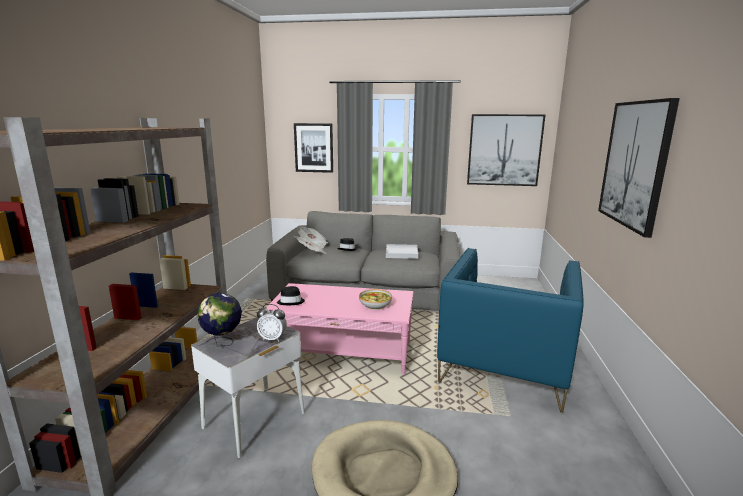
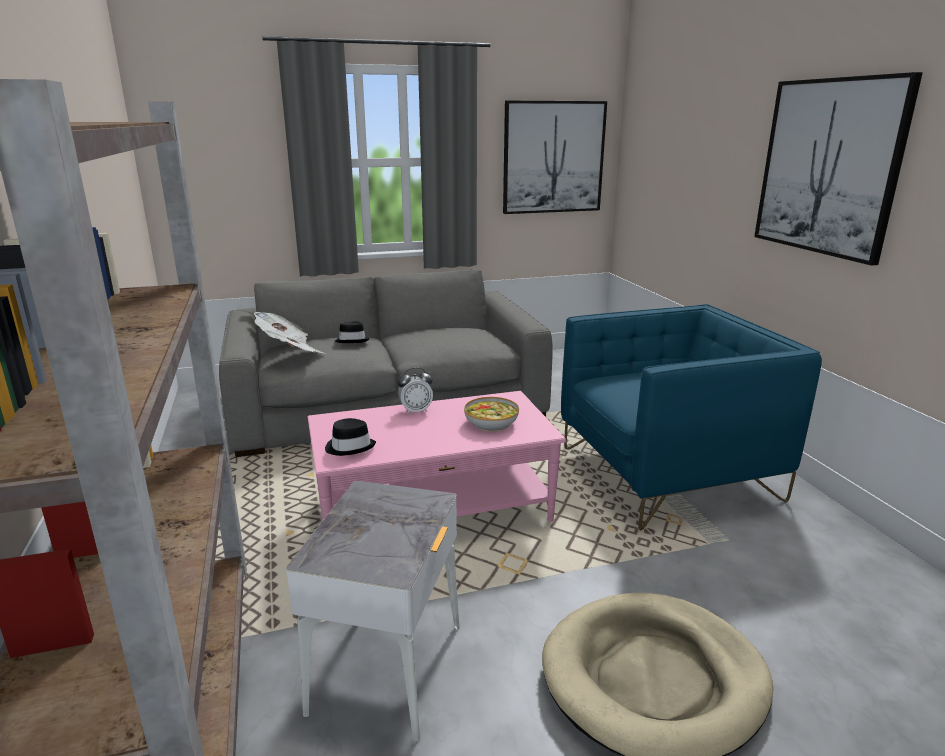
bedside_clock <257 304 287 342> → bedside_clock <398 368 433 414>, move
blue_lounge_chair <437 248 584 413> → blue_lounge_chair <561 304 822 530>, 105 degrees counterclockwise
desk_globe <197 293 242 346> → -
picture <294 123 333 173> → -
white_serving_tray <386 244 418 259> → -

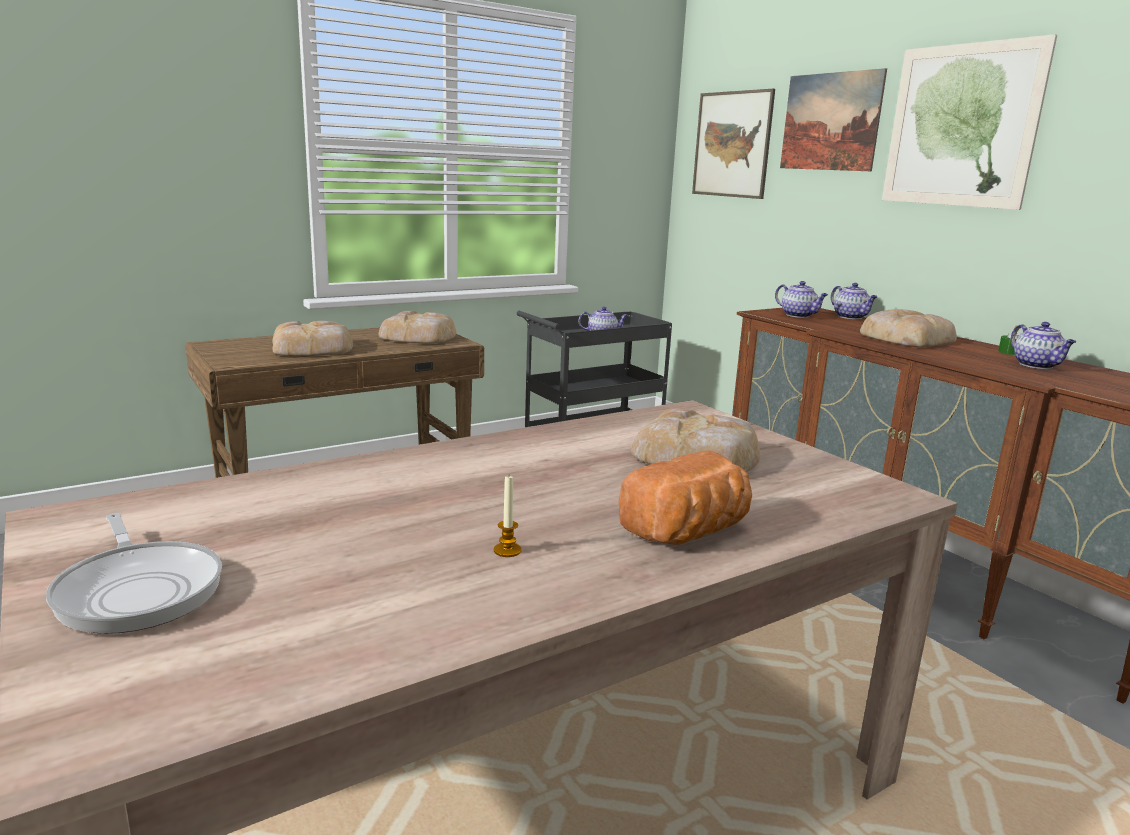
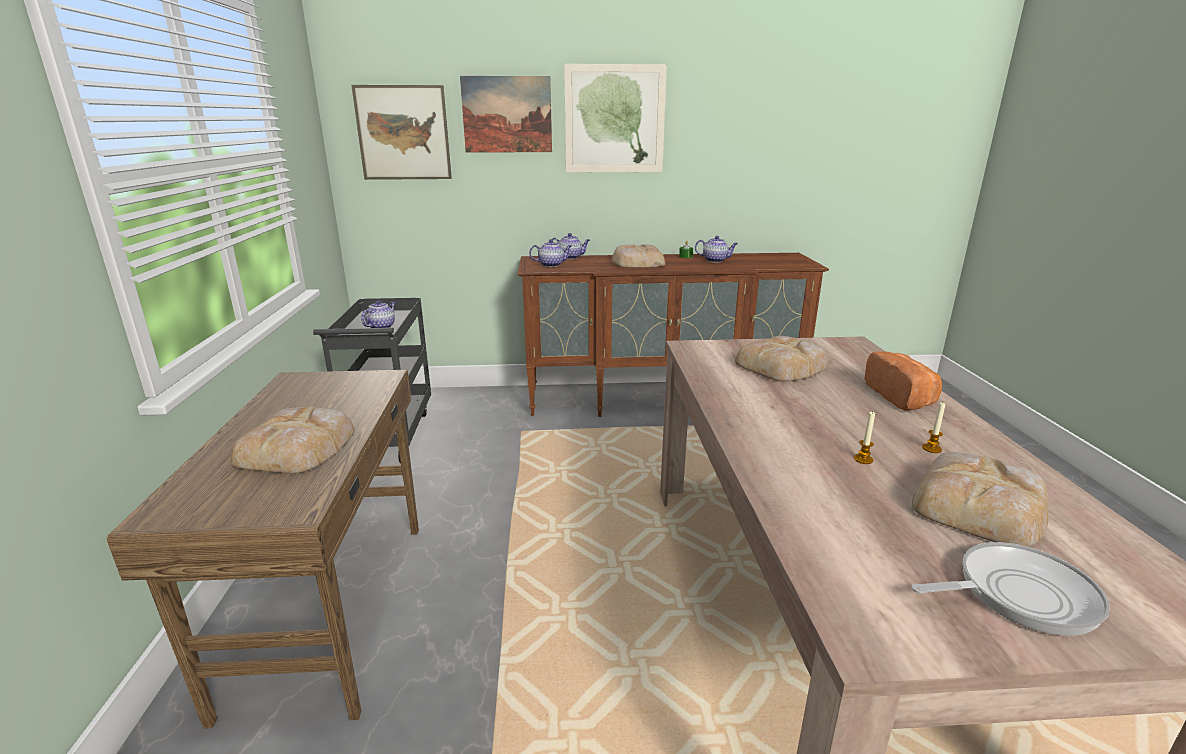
- → wax_candle <854 411 875 464>
bakery_bread <378 311 456 344> → bakery_bread <912 452 1048 547>, move

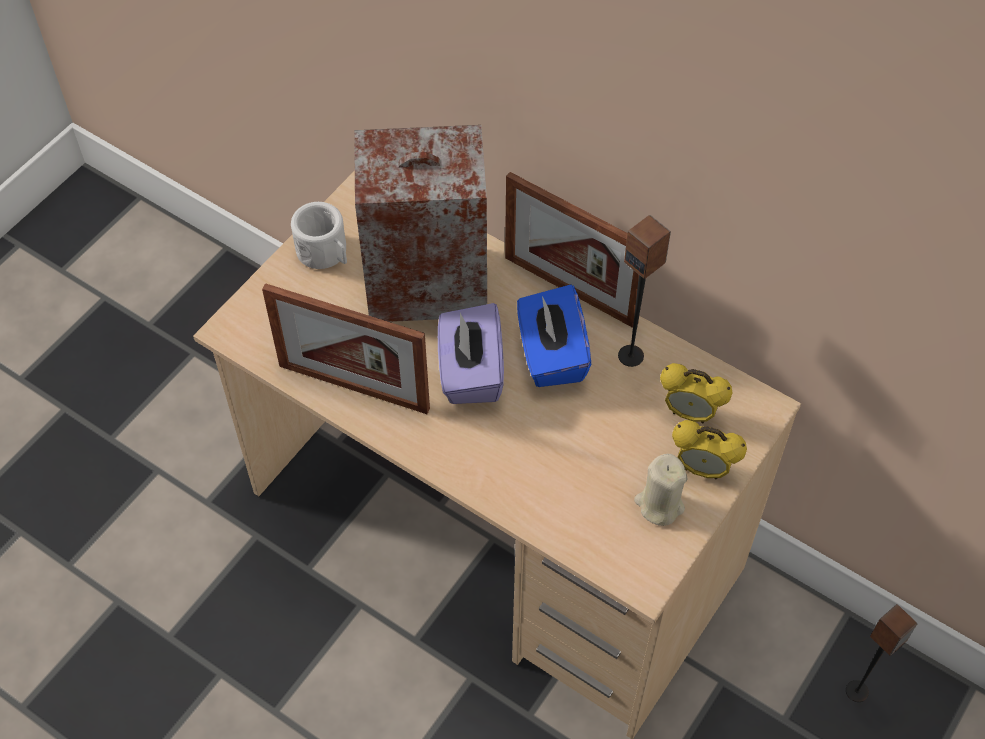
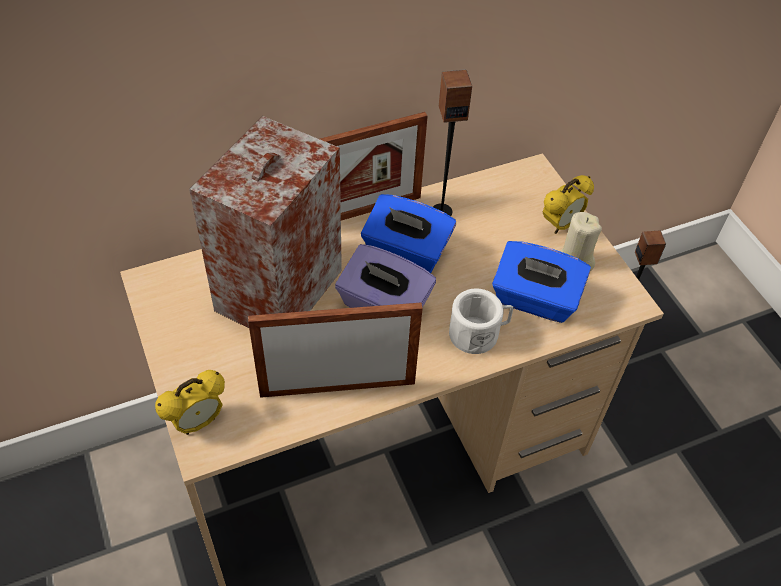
bedside_clock <660 363 733 423> → bedside_clock <155 370 225 435>, move
picture_frame <262 283 430 414> → picture_frame <248 303 423 398>, 150 degrees counterclockwise
white_coffee_mug <291 202 347 269> → white_coffee_mug <449 288 513 354>, move
- → blue_box_of_tissues <492 241 591 323>

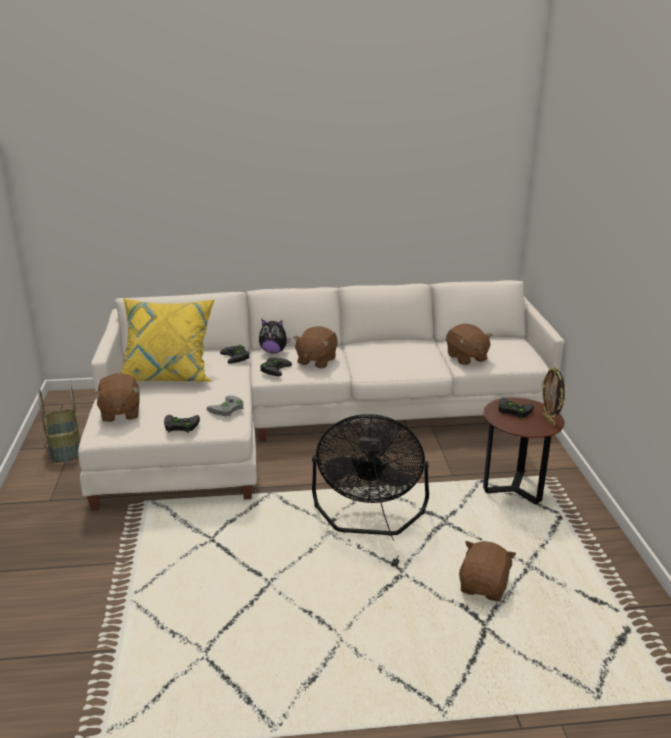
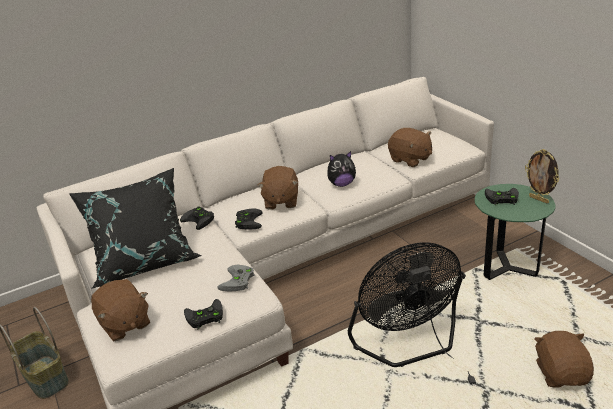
yellow-coloured_cushion <120 298 215 382> → black-coloured_cushion <69 168 202 289>
soft_toy <259 319 291 354> → soft_toy <327 151 356 187>, move
brown_side_table <483 398 565 504> → green_side_table <475 184 556 280>

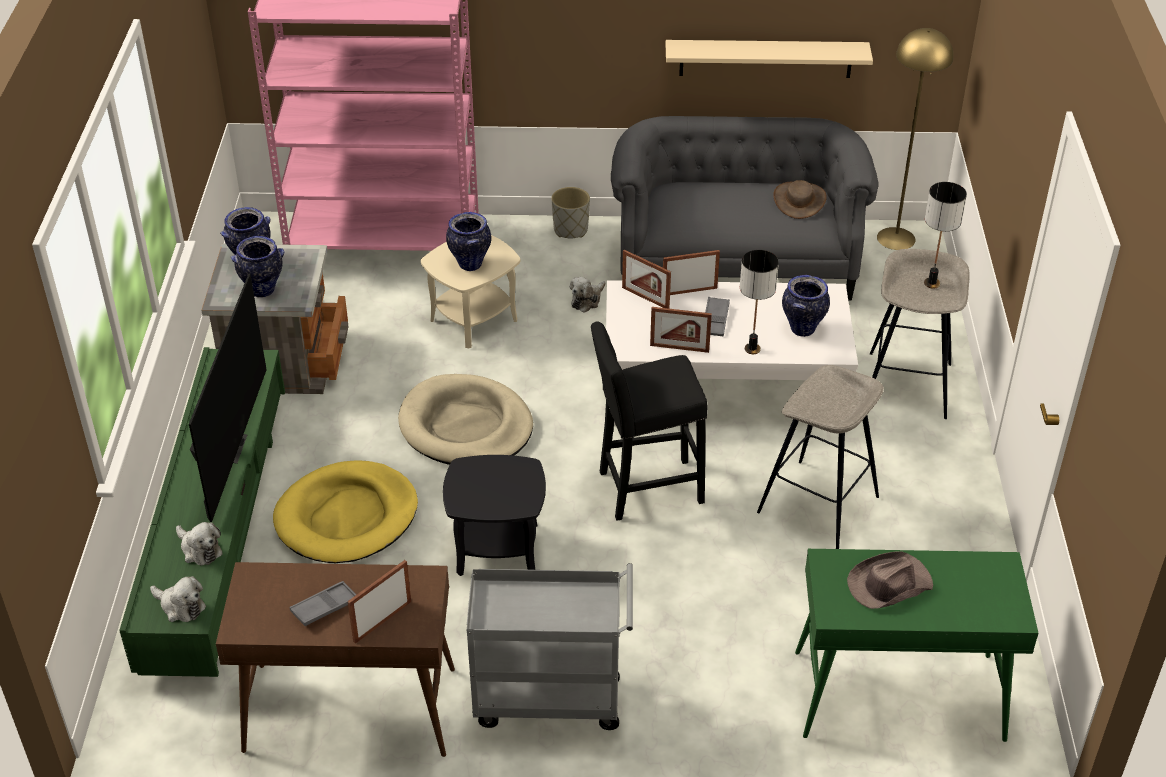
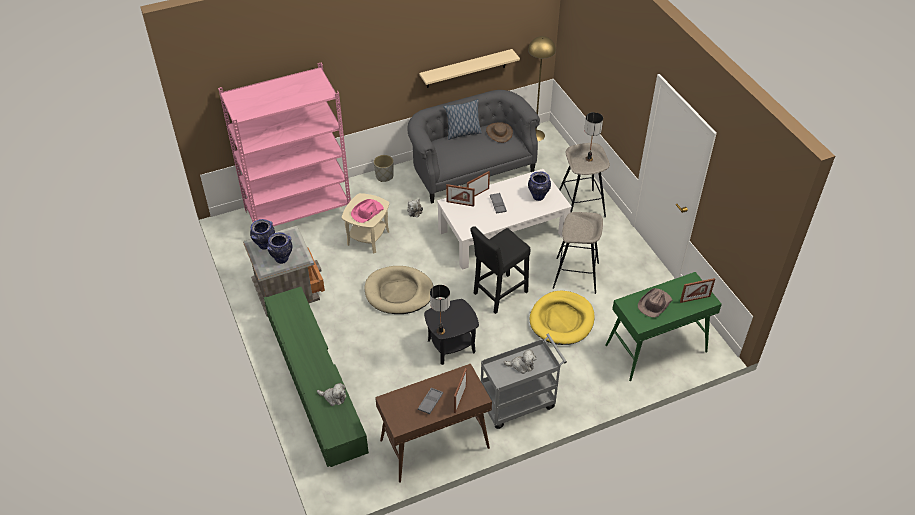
flower_vase <446 212 492 271> → pink_wearable_hat <351 199 384 223>
tabletop_lamp <740 250 779 354> → tabletop_lamp <430 285 450 335>, move
- → cushion <444 99 482 140>
soft_toy <150 576 206 622> → soft_toy <504 349 536 374>, move
yellow-coloured_dog_bed <273 460 418 563> → yellow-coloured_dog_bed <530 290 595 345>, move
picture_frame <650 307 712 353> → picture_frame <680 278 715 303>, move
television <189 274 267 522> → -

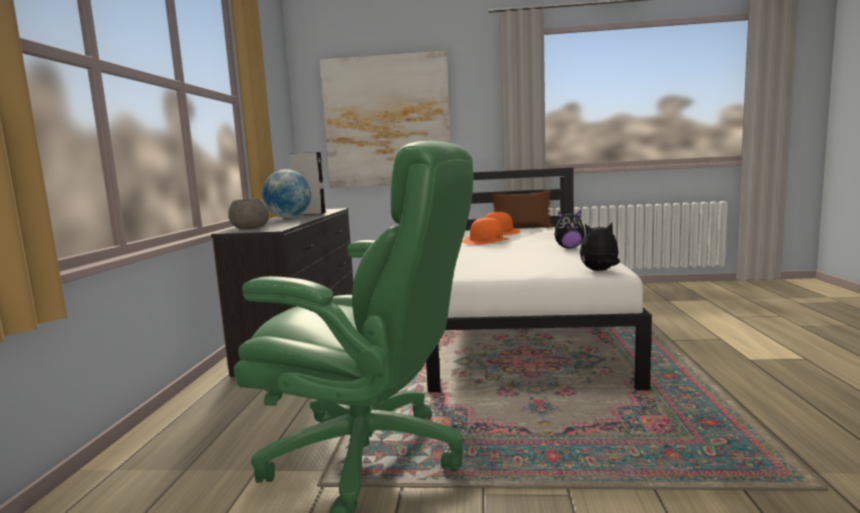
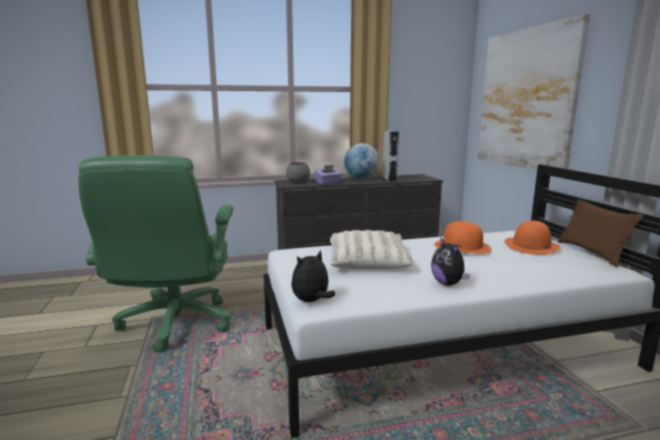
soft_toy <580 223 620 271> → soft_toy <291 250 335 302>, 105 degrees counterclockwise
- → purple-coloured_box_of_tissues <314 165 342 185>
- → sand-coloured_cushion <330 230 413 269>

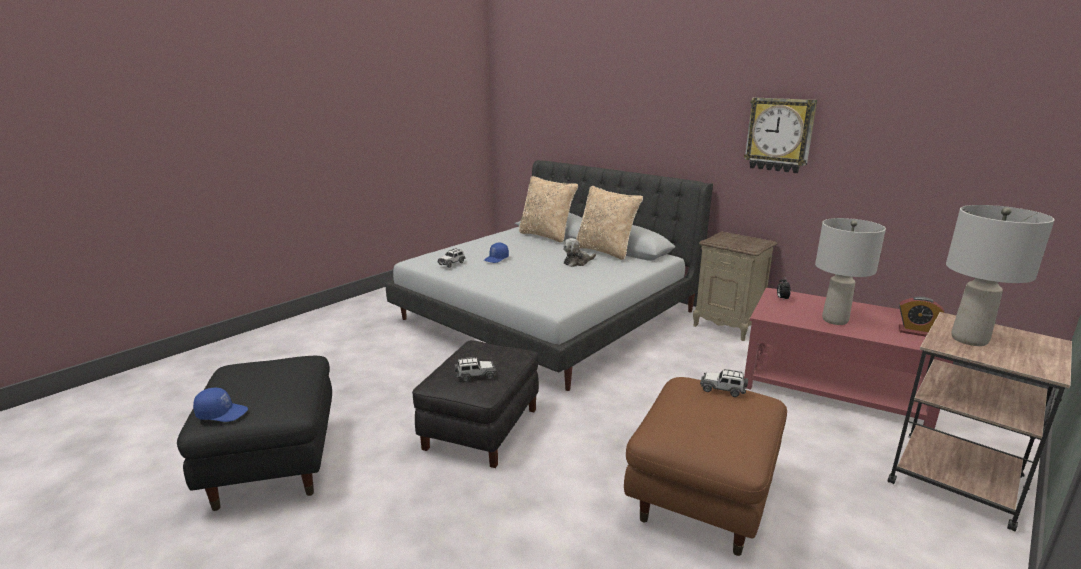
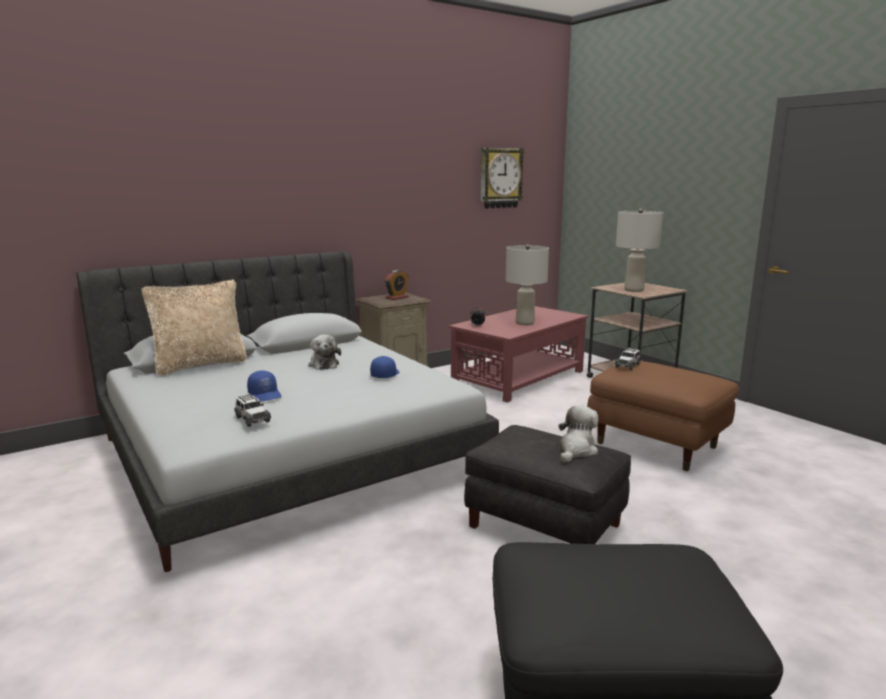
blue_baseball_cap <193 388 248 422> → blue_baseball_cap <370 356 399 378>, move
bedside_clock <899 297 944 337> → bedside_clock <385 270 409 300>, move
hanging_clock <744 98 817 173> → hanging_clock <480 147 525 209>, move
miniature_car <454 357 497 382> → soft_toy <559 405 598 462>
sand-coloured_cushion <576 186 643 260> → -

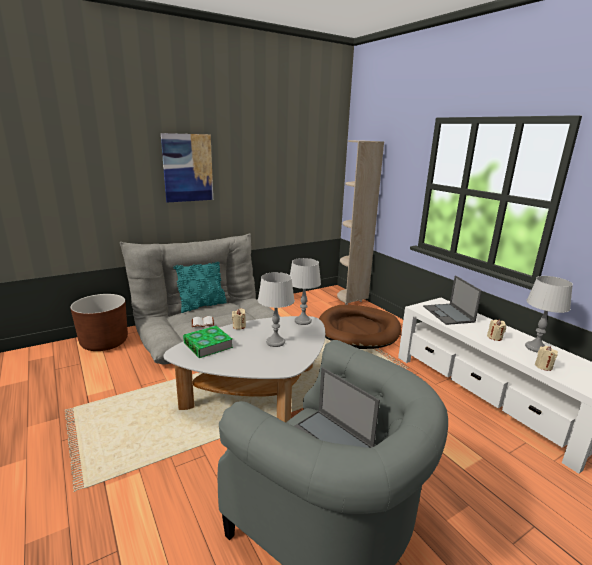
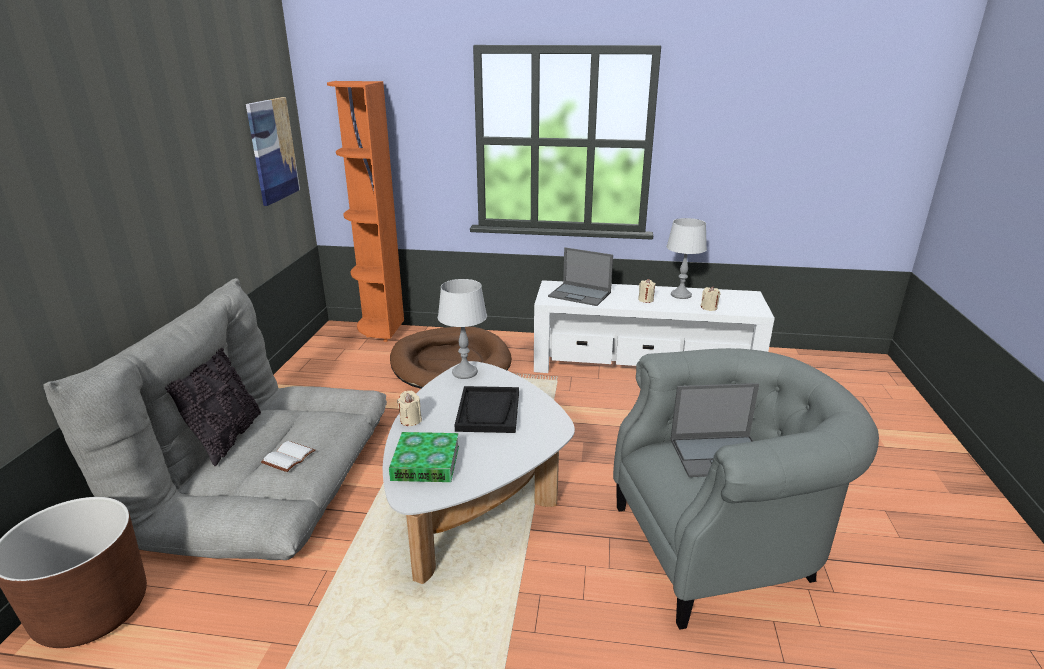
blue-green_cushion <173 262 227 313> → black-coloured_cushion <165 347 261 466>
picture <161 133 213 202> → picture <246 97 300 206>, move
sand-coloured_bookcase <337 140 384 305> → orange-coloured_bookcase <327 81 404 342>
gray_tabletop_lamp <258 272 295 347> → black-coloured_serving_tray <455 386 519 433>

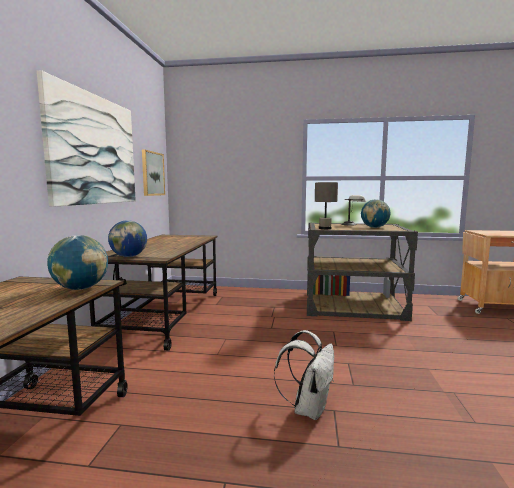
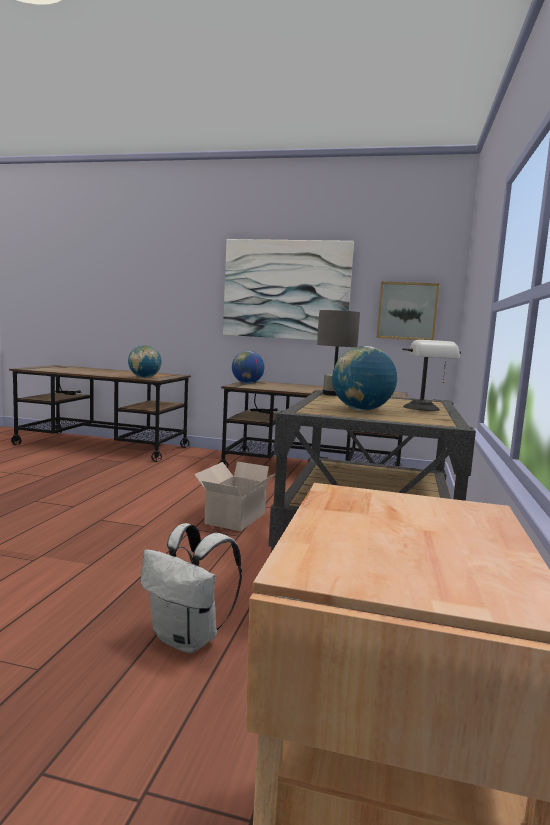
white_backpack <274 330 334 420> → white_backpack <141 523 242 653>, move
- → cardboard_box <194 461 275 531>

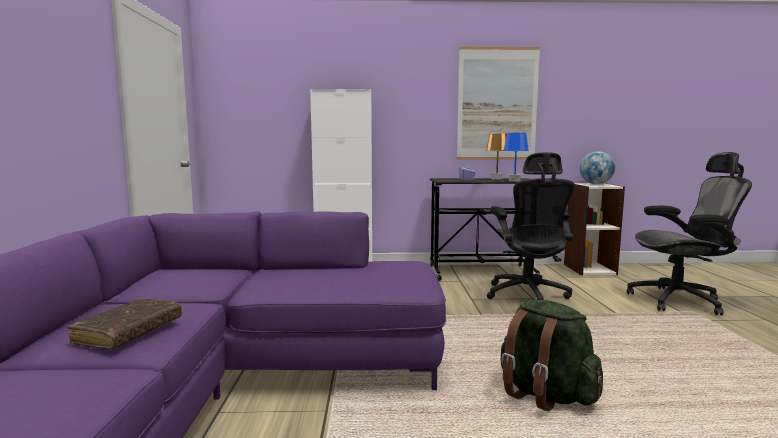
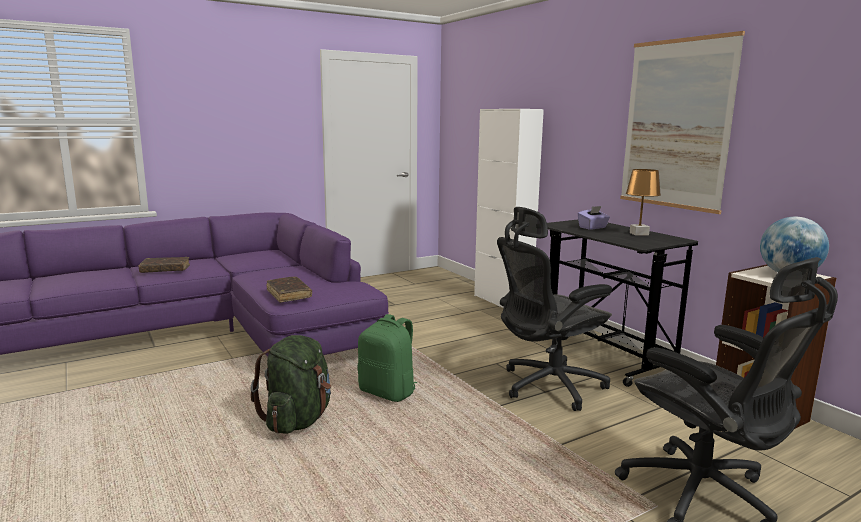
- → brown_book <266 277 312 303>
- → green_backpack <357 314 417 402>
blue_tabletop_lamp <503 133 529 182> → -

